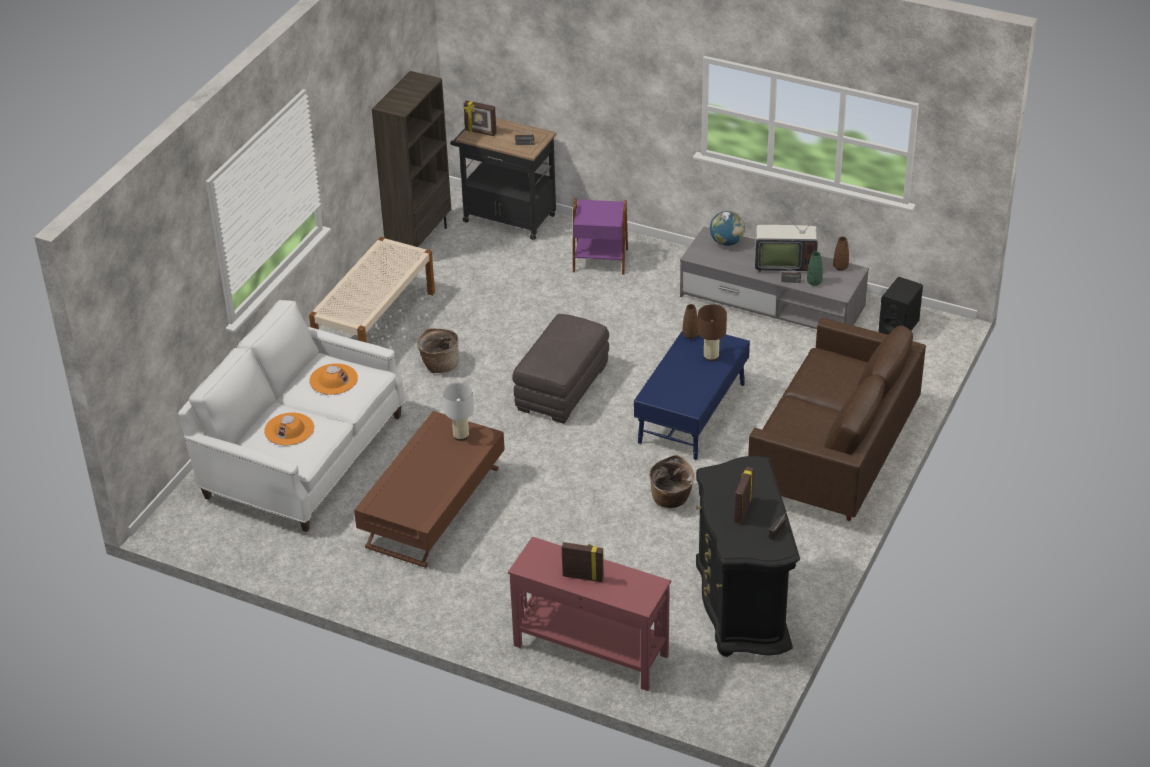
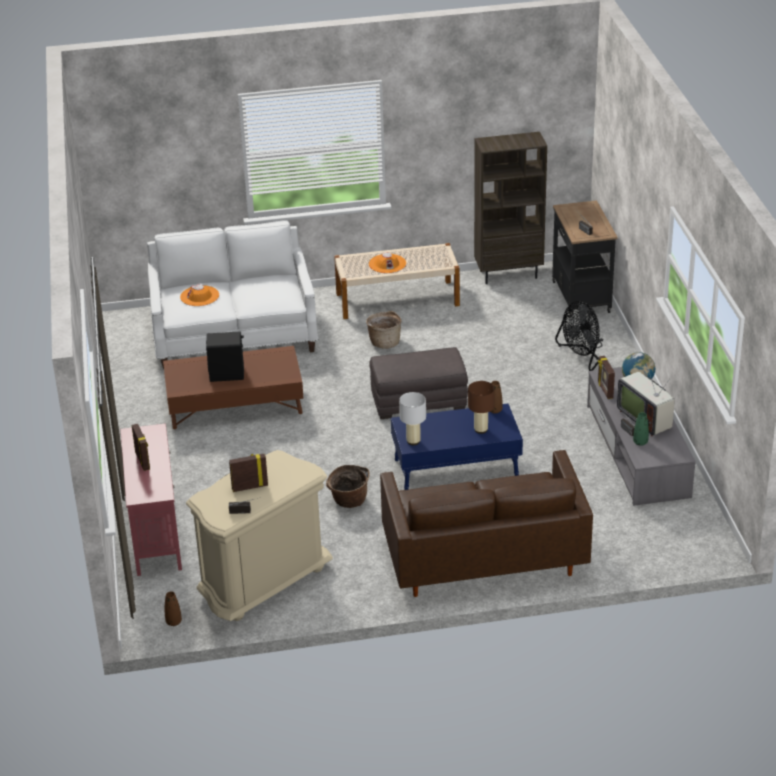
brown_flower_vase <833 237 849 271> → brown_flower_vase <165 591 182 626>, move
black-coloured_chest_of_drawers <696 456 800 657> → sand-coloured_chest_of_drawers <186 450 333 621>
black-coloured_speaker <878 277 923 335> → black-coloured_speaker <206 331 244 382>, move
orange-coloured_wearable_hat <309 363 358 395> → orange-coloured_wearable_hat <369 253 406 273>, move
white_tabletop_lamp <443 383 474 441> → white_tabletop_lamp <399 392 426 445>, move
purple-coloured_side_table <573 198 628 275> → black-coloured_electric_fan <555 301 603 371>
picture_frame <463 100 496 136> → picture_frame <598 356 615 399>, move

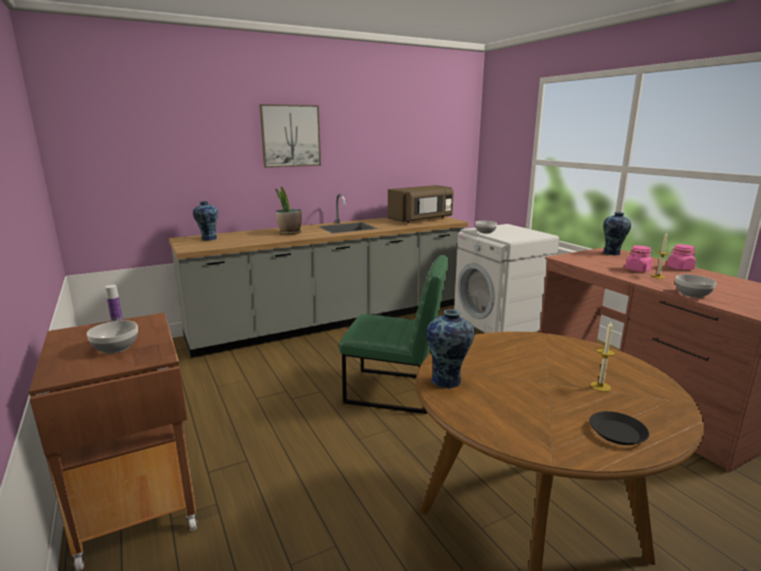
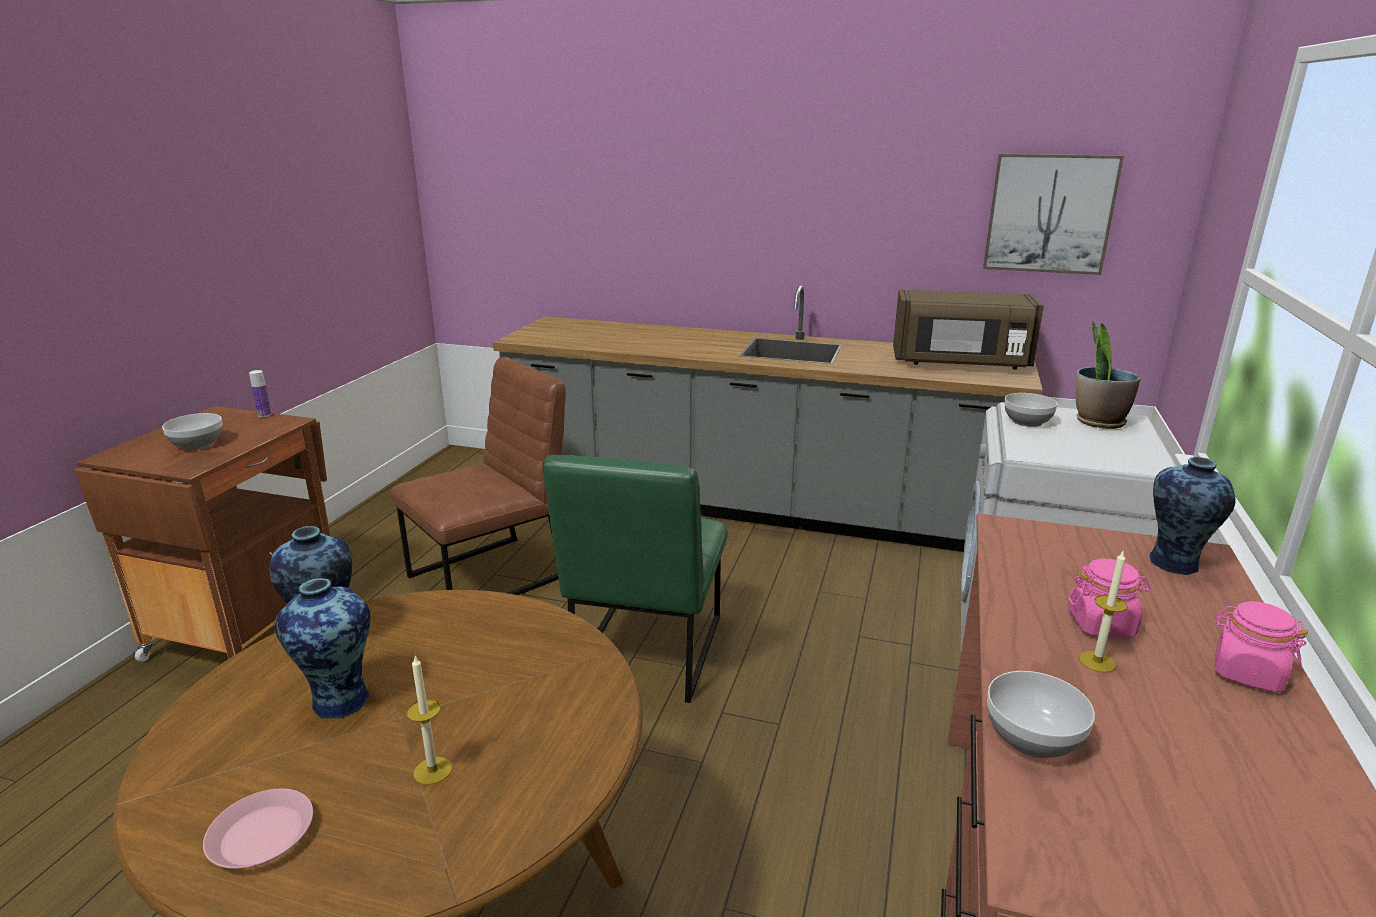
black-coloured_dinner_plate <589 411 649 445> → pink_dinner_plate <203 789 313 869>
flower_vase <193 201 218 241> → flower_vase <274 578 371 719>, move
- → brown_plain_chair <391 357 565 595>
green_plain_chair <339 255 449 414> → green_plain_chair <543 455 728 703>, 45 degrees clockwise
picture <259 104 321 168> → picture <983 154 1124 275>, move
plant_in_a_pot <275 187 302 235> → plant_in_a_pot <1075 321 1140 429>, move

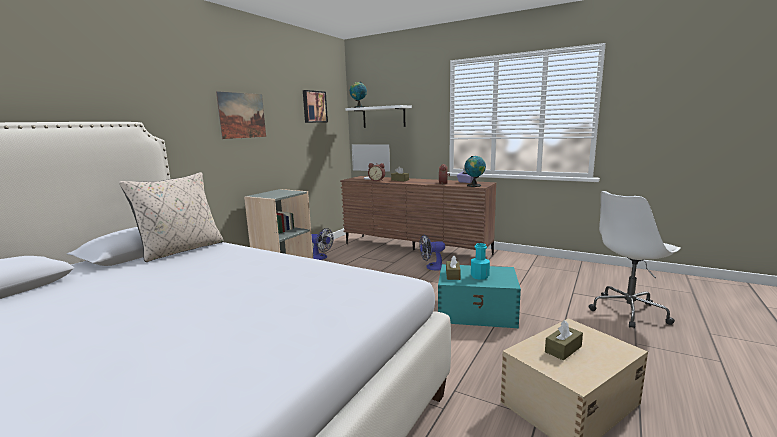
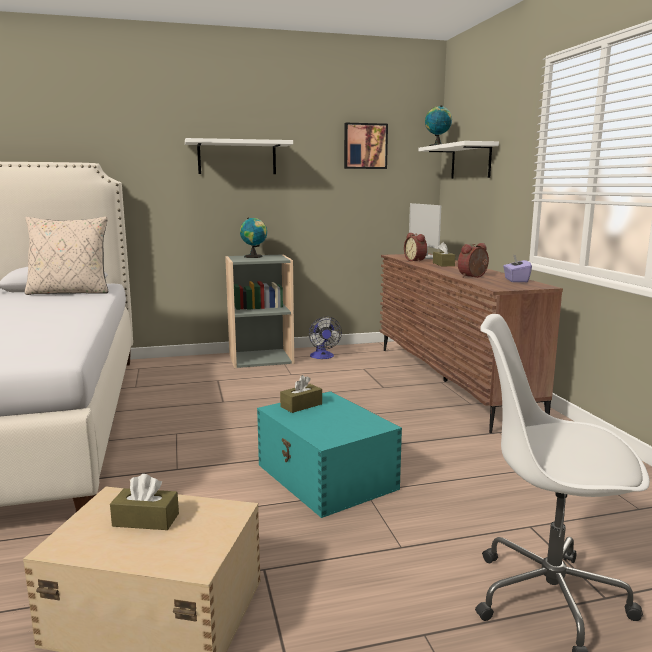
picture <216 91 266 139> → white_wall_shelf <185 138 293 174>
desk_globe <464 156 486 187> → desk_globe <240 217 267 258>, move
electric_fan <419 235 445 270> → -
blue-green_drink_bottle <471 243 490 280> → -

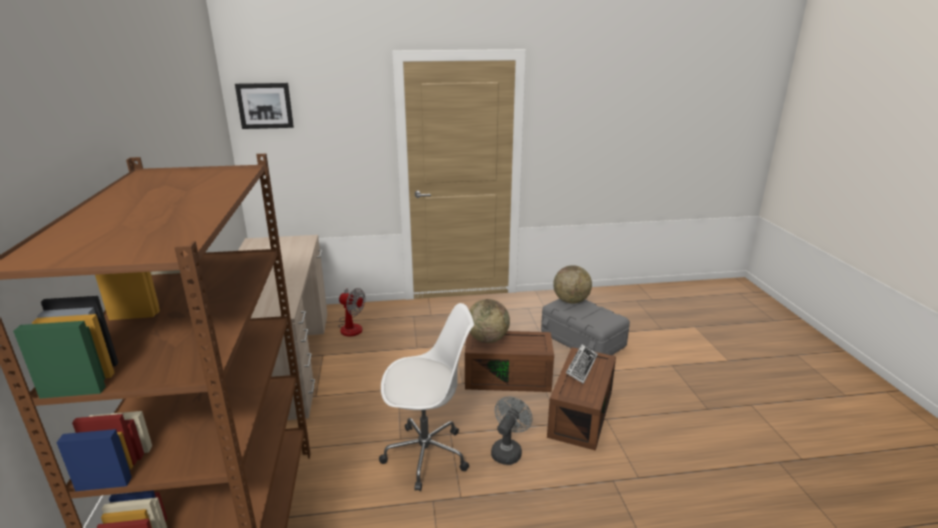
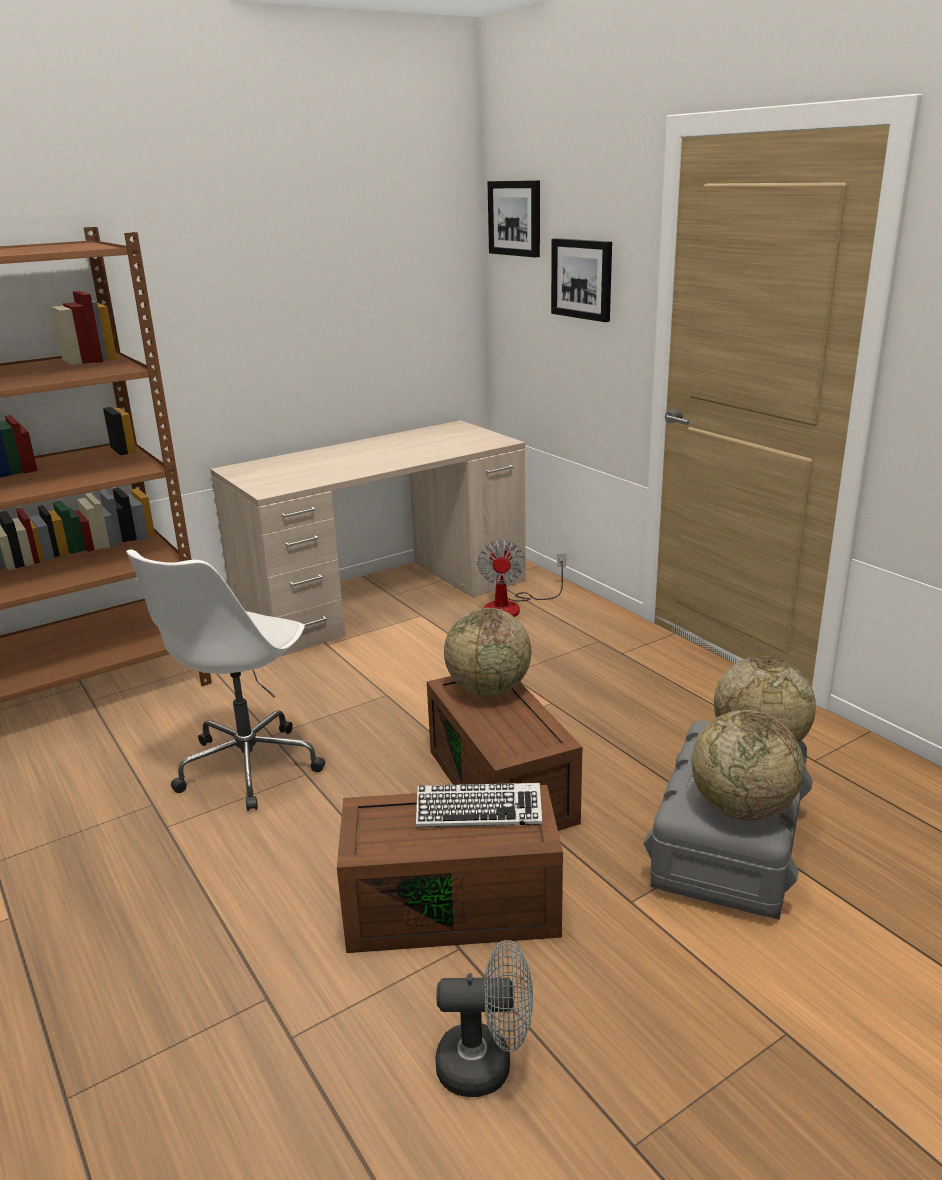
white_office_chair <379 303 474 491> → white_office_chair <126 549 326 811>, 60 degrees clockwise
gray_electric_fan <491 397 533 465> → gray_electric_fan <436 940 533 1097>, move
- → picture <551 238 612 322>
- → desk_globe <692 710 804 820>

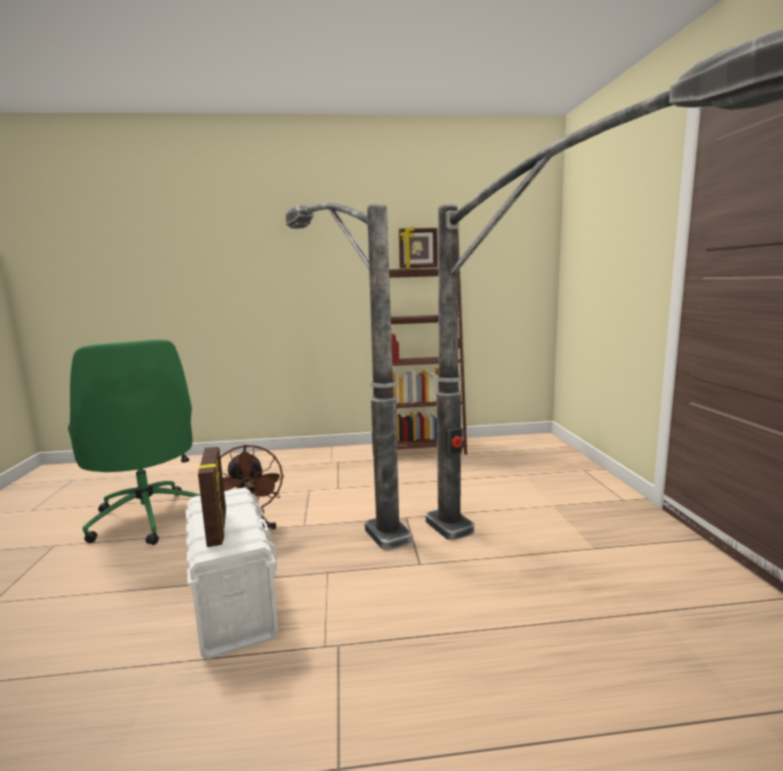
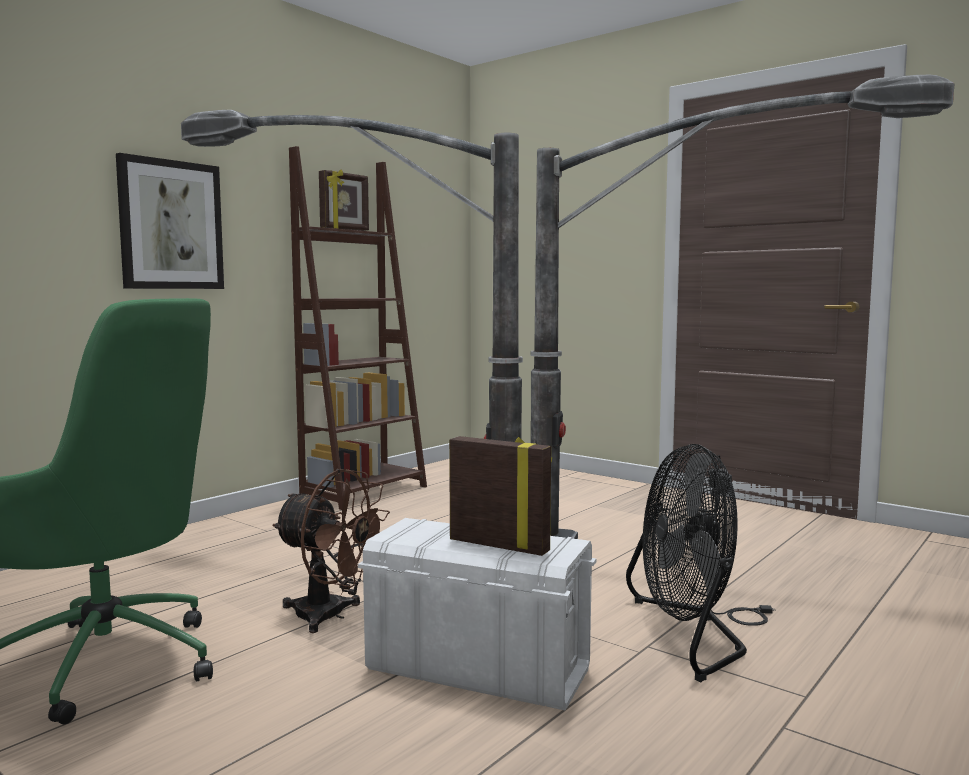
- → picture <116 153 224 289>
- → black-coloured_electric_fan <626 444 776 682>

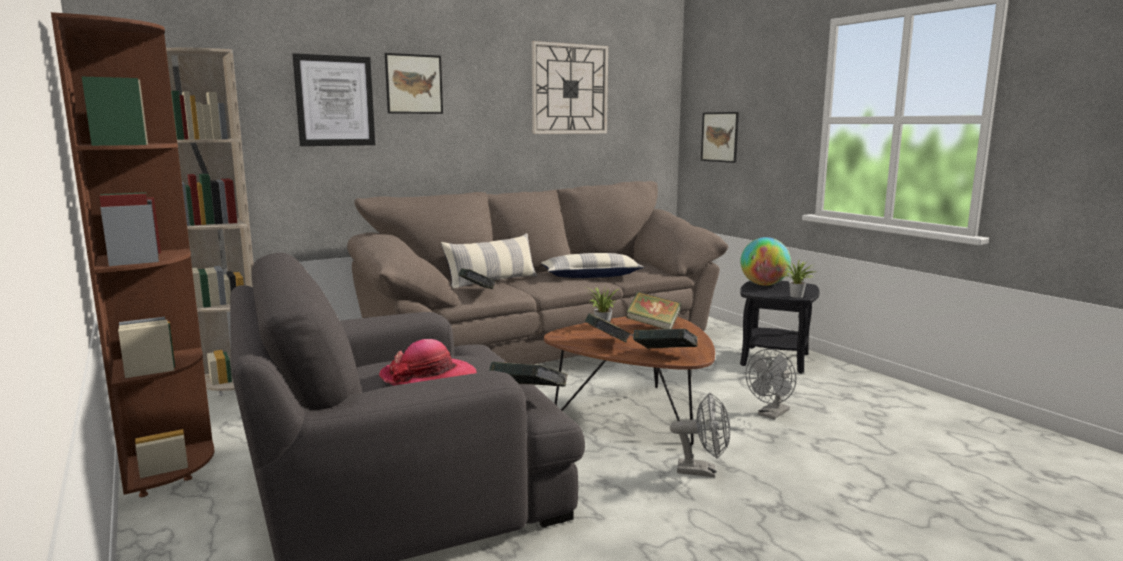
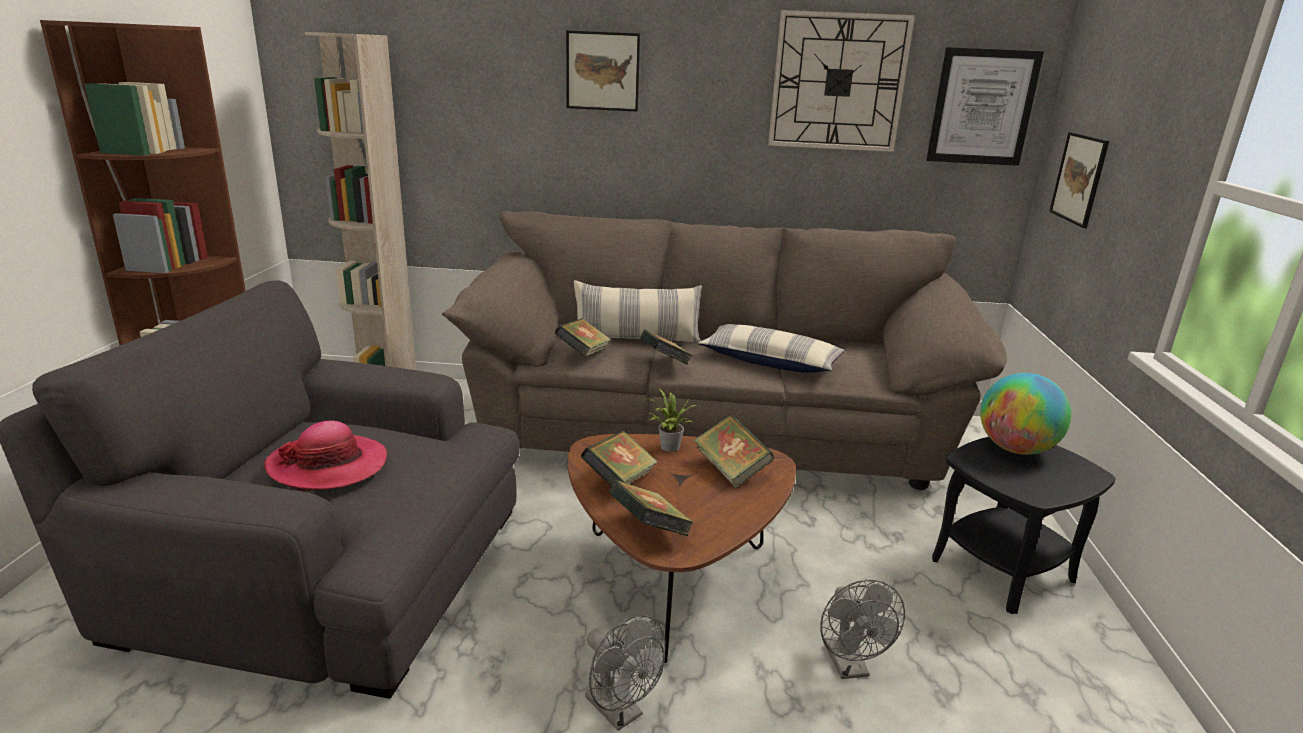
book <489 362 568 387> → book <640 330 693 365>, move
gray_electric_fan <746 349 796 419> → gray_electric_fan <820 580 905 679>, 90 degrees counterclockwise
picture <293 53 375 146> → picture <927 47 1044 166>, move
plant_in_a_pot <785 261 815 298> → -

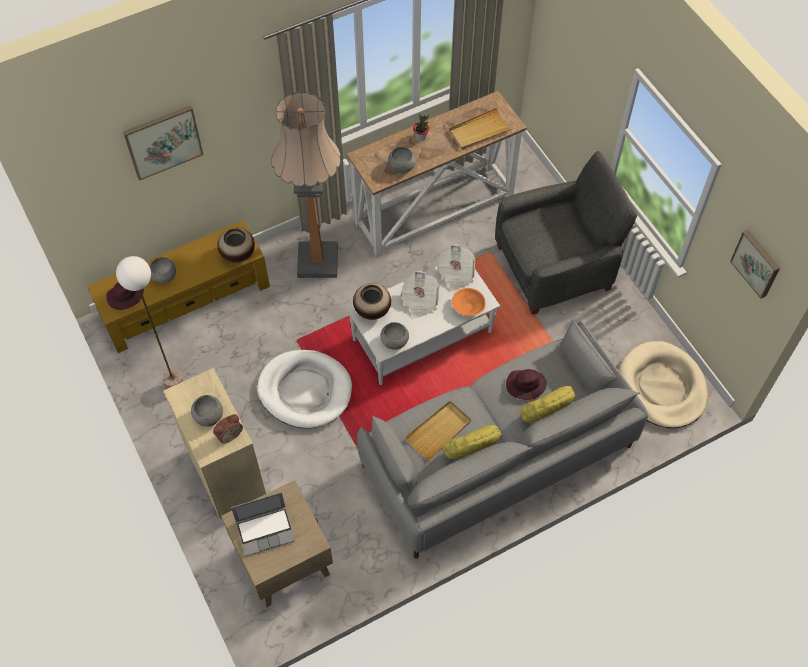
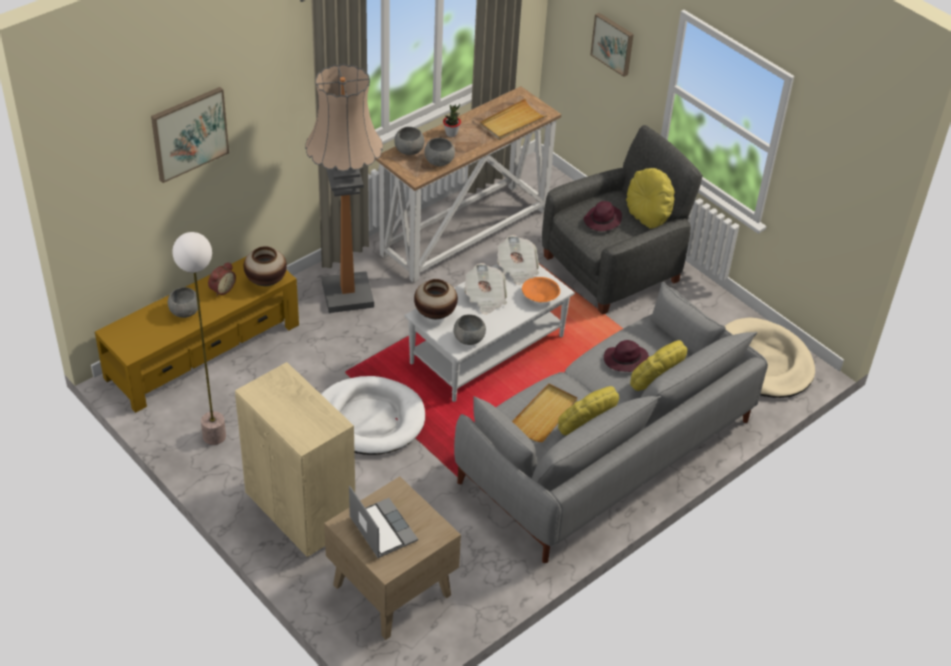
bedside_clock <213 414 243 444> → bedside_clock <208 262 236 297>, move
portable_computer <231 492 295 557> → portable_computer <349 486 418 558>, 90 degrees counterclockwise
gray_bowl <191 395 223 427> → gray_bowl <394 127 425 155>, move
purple-coloured_wearable_hat <106 282 144 310> → purple-coloured_wearable_hat <583 201 622 231>, move
picture <730 230 780 298> → picture <590 13 634 77>, move
- → yellow-coloured_cushion <626 168 675 229>

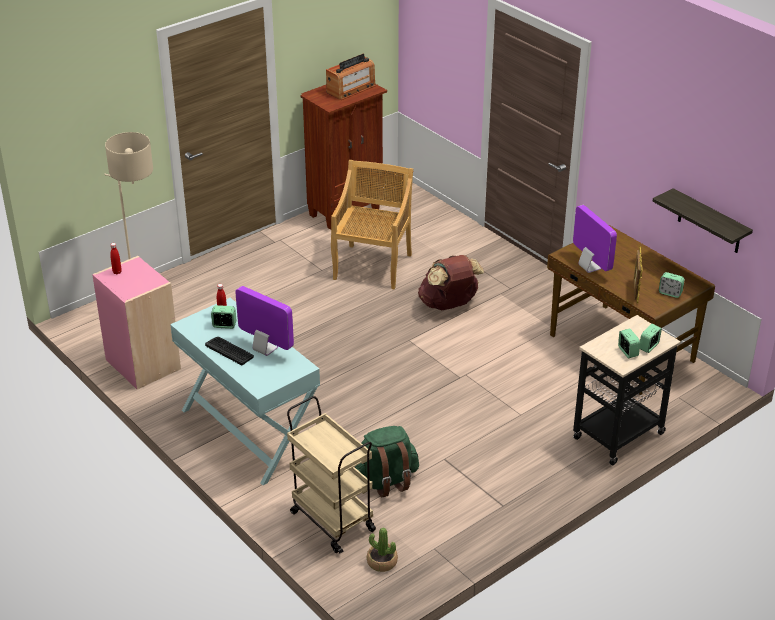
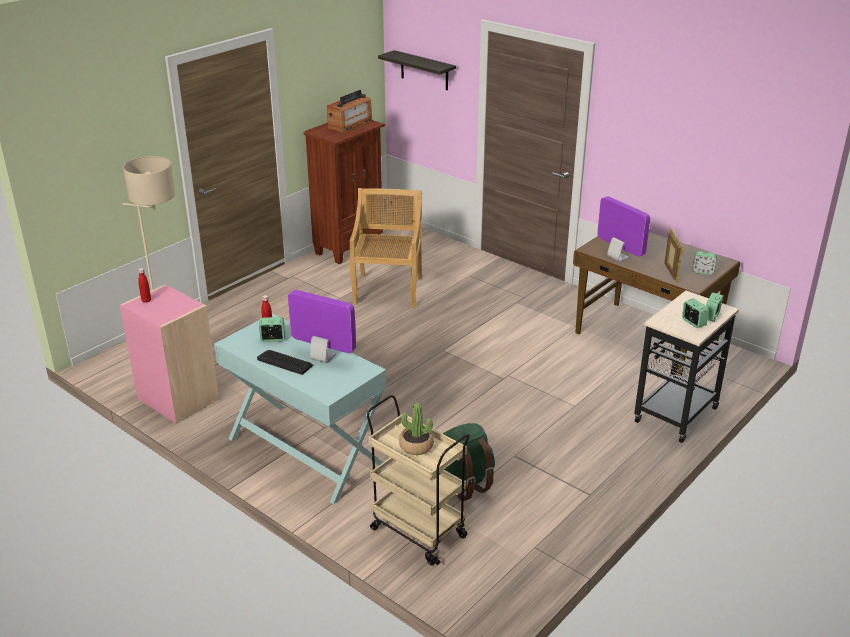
wall_shelf <652 188 753 253> → wall_shelf <378 50 456 90>, move
plant_in_a_pot <367 527 398 572> → plant_in_a_pot <399 403 434 455>, move
brown_backpack <418 255 484 310> → -

